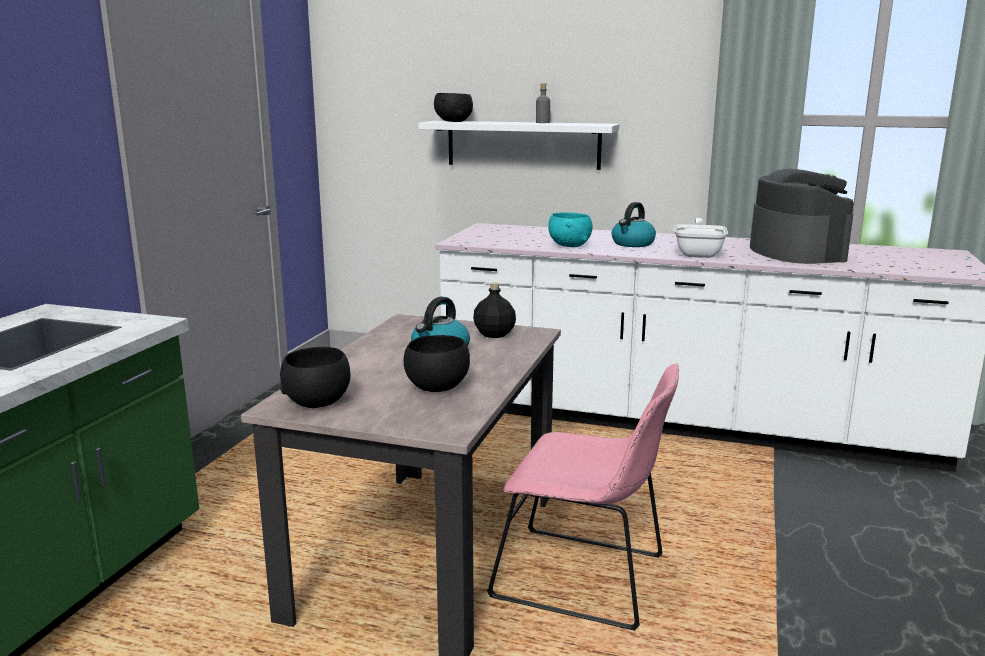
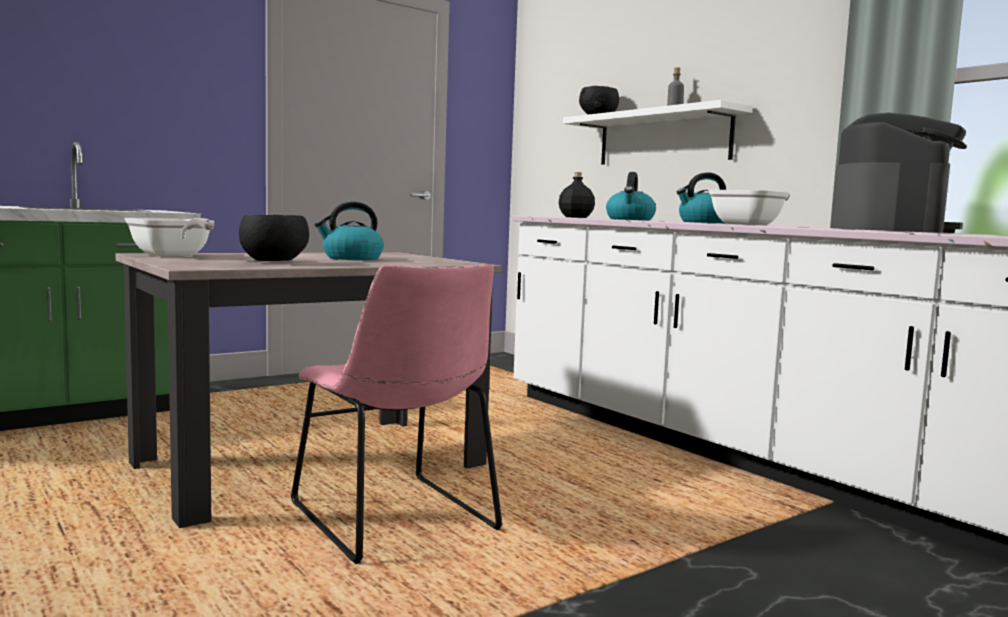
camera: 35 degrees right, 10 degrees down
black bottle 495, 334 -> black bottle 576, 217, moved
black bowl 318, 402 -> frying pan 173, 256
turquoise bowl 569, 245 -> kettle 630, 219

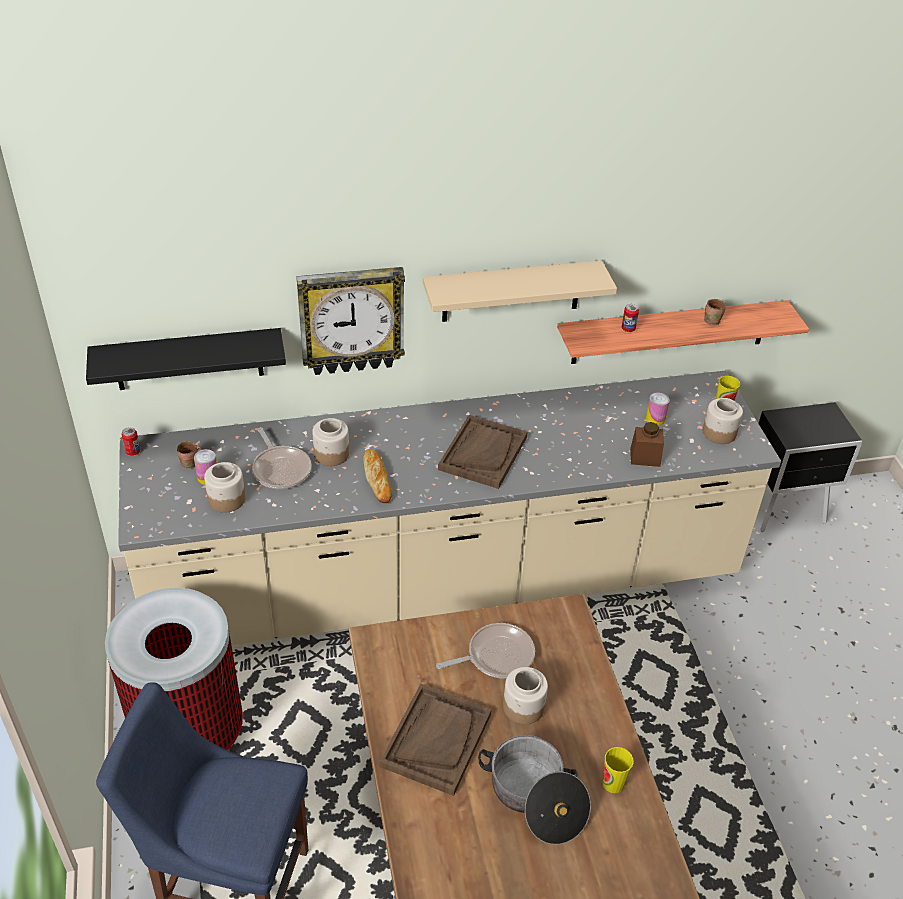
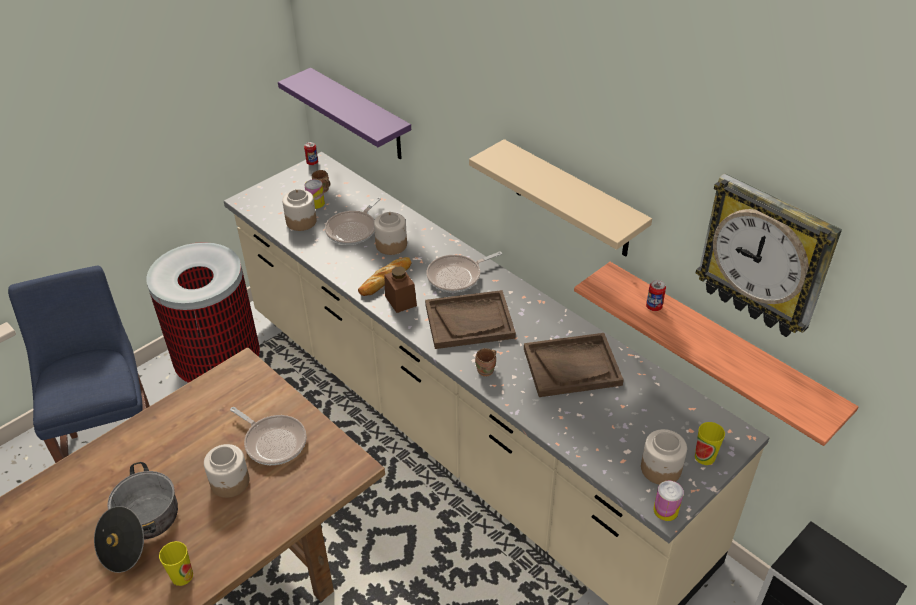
camera: 60 degrees right, 0 degrees up
none -> frying pan 457, 276
wall clock 351, 320 -> wall clock 765, 257, moved
brown tray 436, 740 -> brown tray 572, 366, moved
brown jar 645, 457 -> brown jar 400, 301, moved
can 655, 419 -> can 665, 510, moved
brown mug 712, 321 -> brown mug 487, 370, moved
black shelf 189, 359 -> purple shelf 360, 115

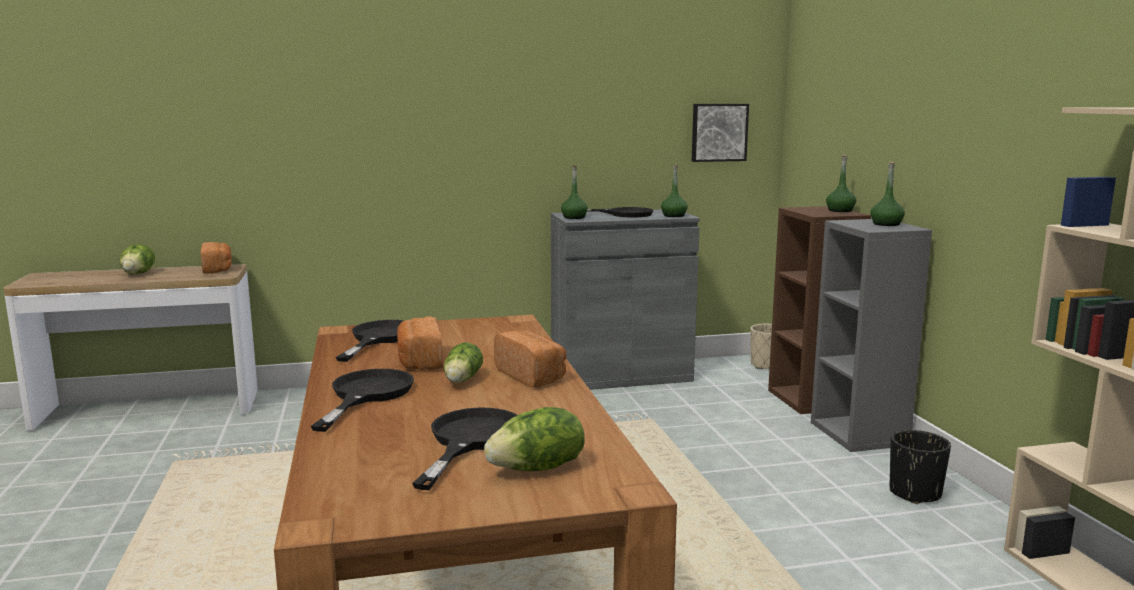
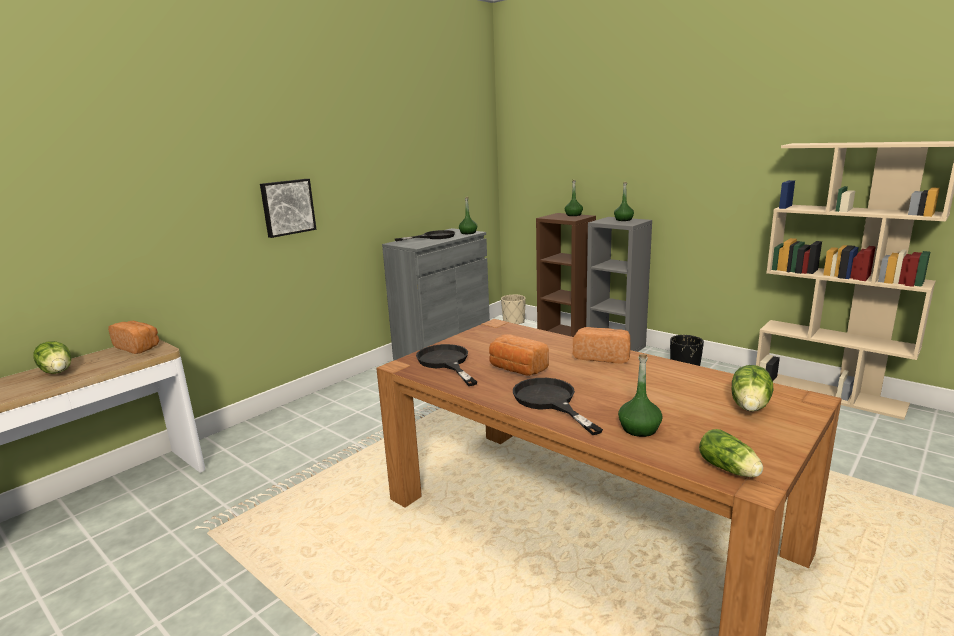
camera: 35 degrees left, 5 degrees up
black frying pan 470, 441 -> none
lettuce 461, 380 -> lettuce 730, 470, moved
green bottle 574, 217 -> green bottle 639, 429, moved
picture 718, 132 -> picture 287, 207, moved

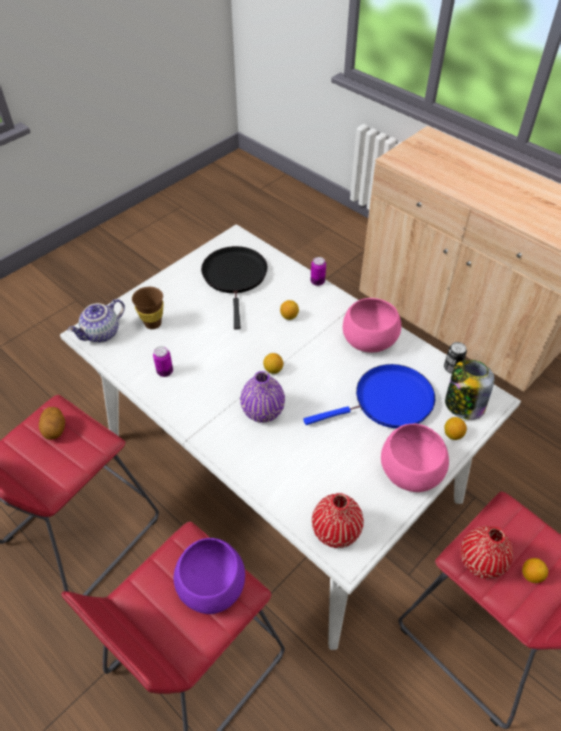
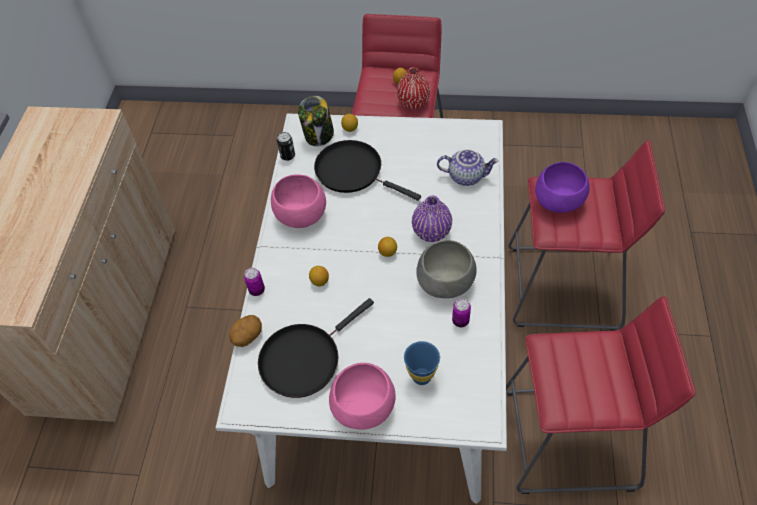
camera: 125 degrees left, 5 degrees up
red vase 336, 531 -> none
none -> grey bowl 445, 281
potato 55, 430 -> potato 247, 336, moved
teapot 102, 334 -> teapot 466, 176, moved
pink bowl 411, 472 -> pink bowl 363, 405, moved
brown cup 153, 323 -> blue cup 421, 376
blue frying pan 388, 402 -> black frying pan 353, 171

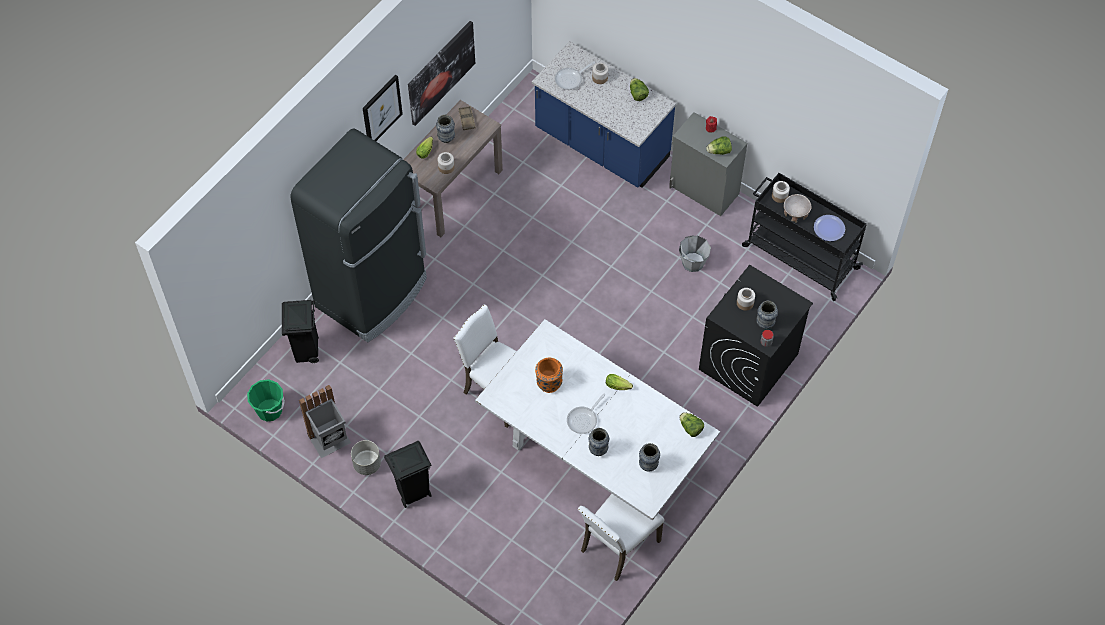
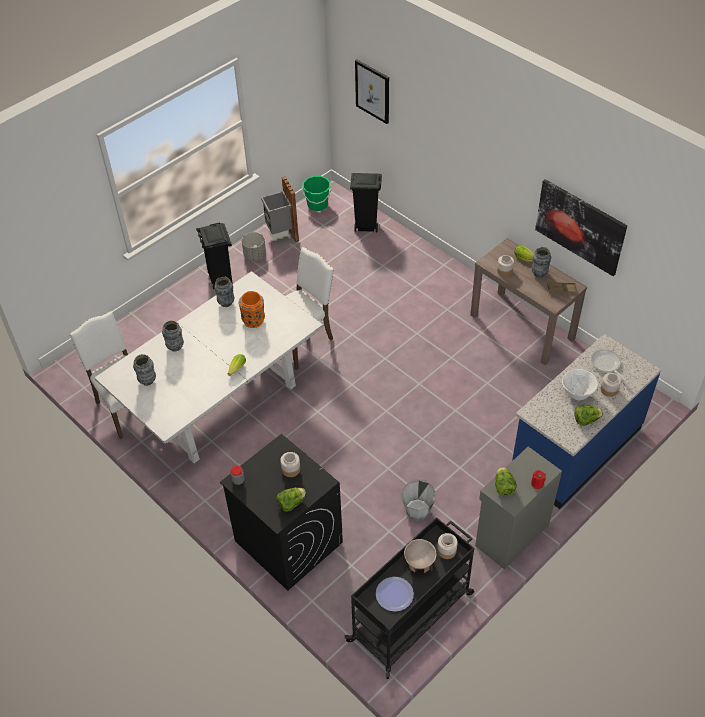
camera: 100 degrees right, 10 degrees down
black fridge 372, 293 -> none
frying pan 584, 419 -> none
none -> white bowl 577, 394
picture 381, 110 -> picture 373, 91, moved
lettuce 690, 428 -> lettuce 291, 503, moved
vase 765, 324 -> vase 226, 303, moved

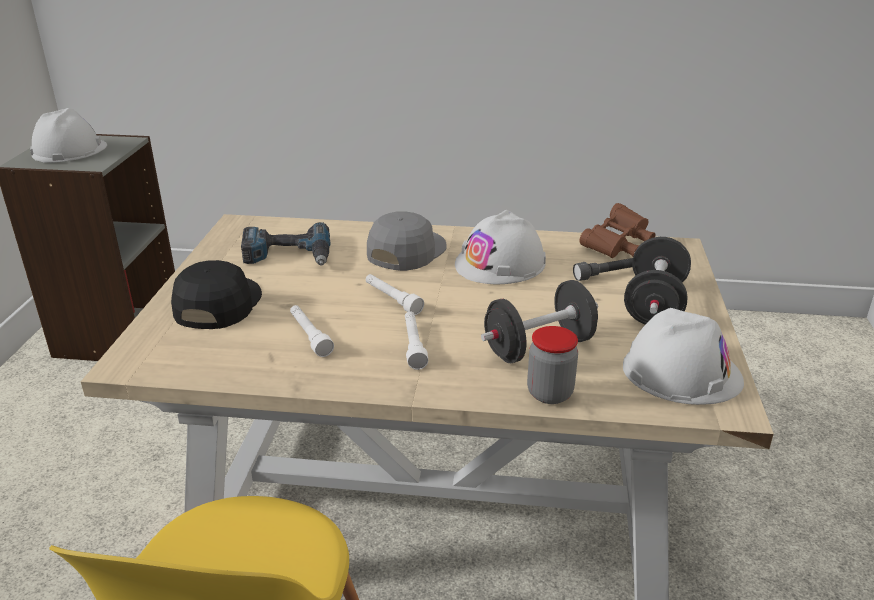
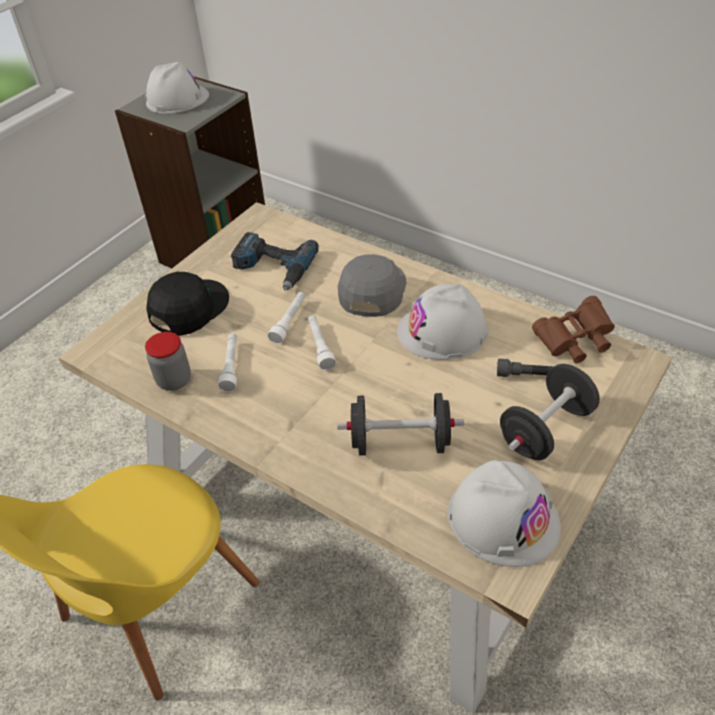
camera: 30 degrees right, 15 degrees up
white flashlight 413, 346 -> white flashlight 289, 322, moved
jar 549, 393 -> jar 174, 380, moved
grey cap 406, 251 -> grey cap 372, 290, 45 degrees counterclockwise

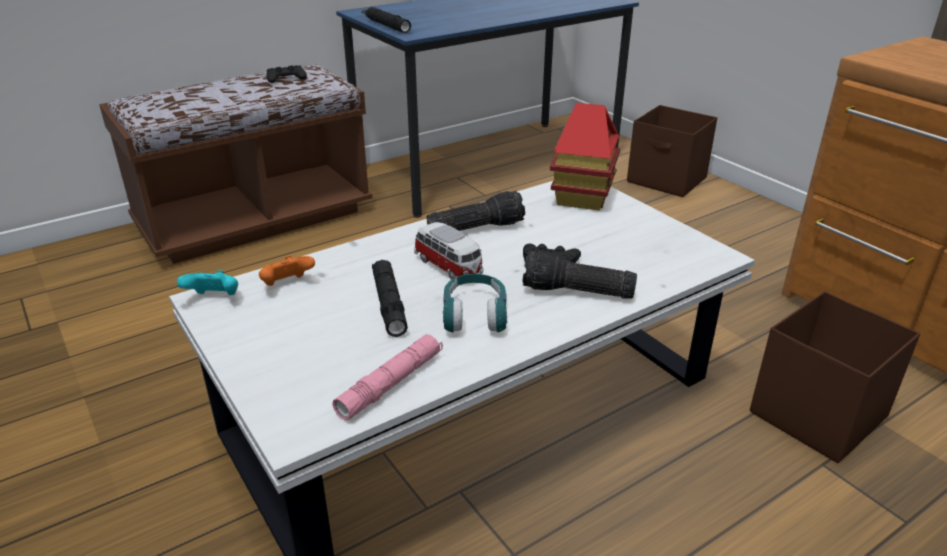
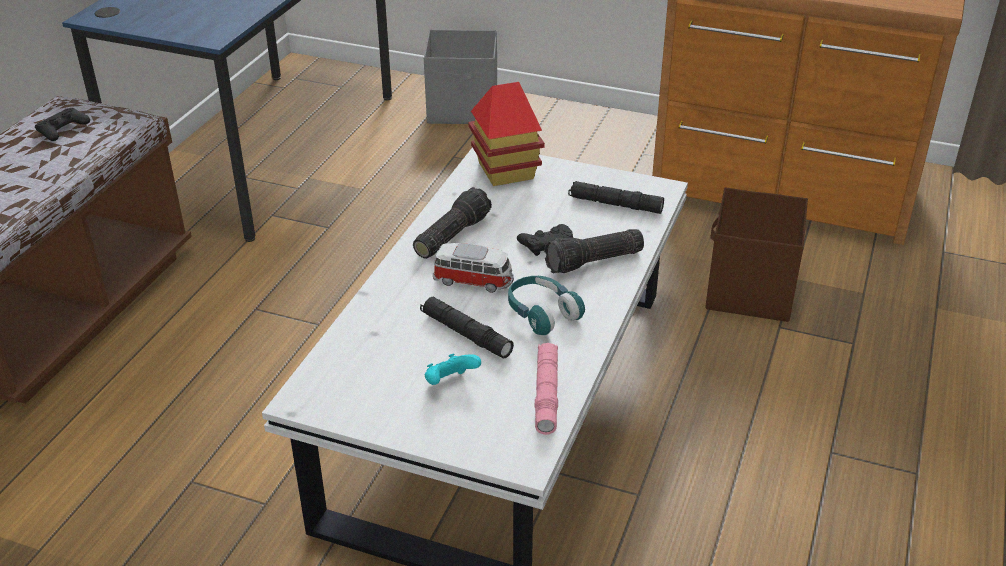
camera: 35 degrees left, 5 degrees up
orange game controller 287, 285 -> none
turquoise game controller 214, 298 -> turquoise game controller 450, 383, moved
black flashlight 388, 26 -> black flashlight 615, 204, moved
brown storage box 667, 180 -> grey storage box 464, 109

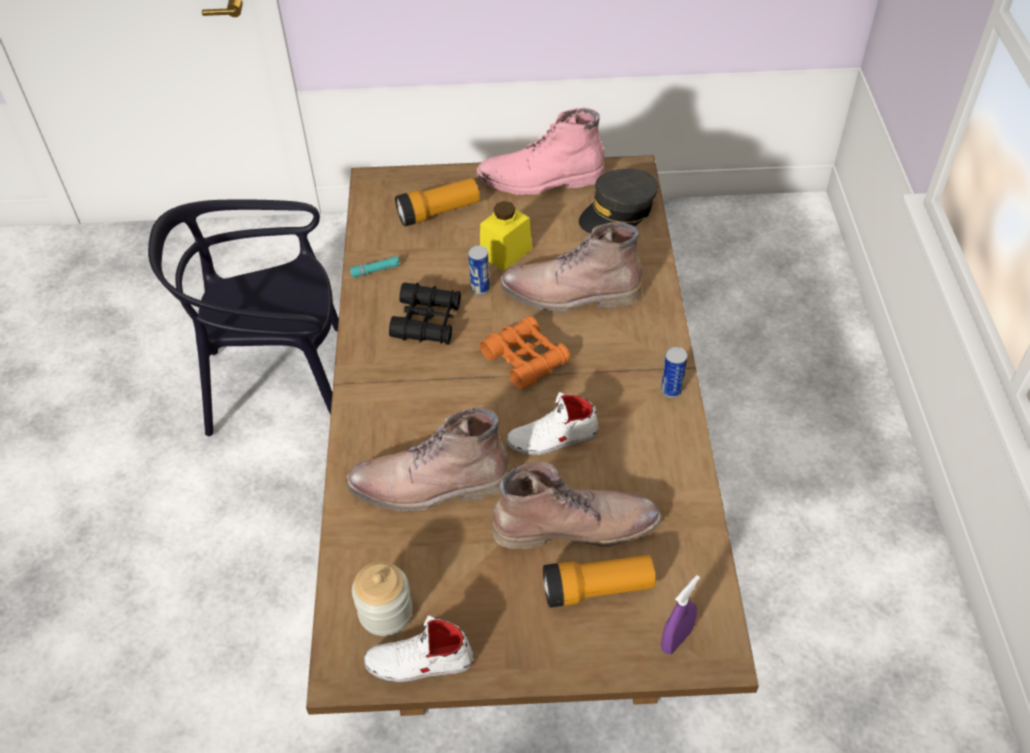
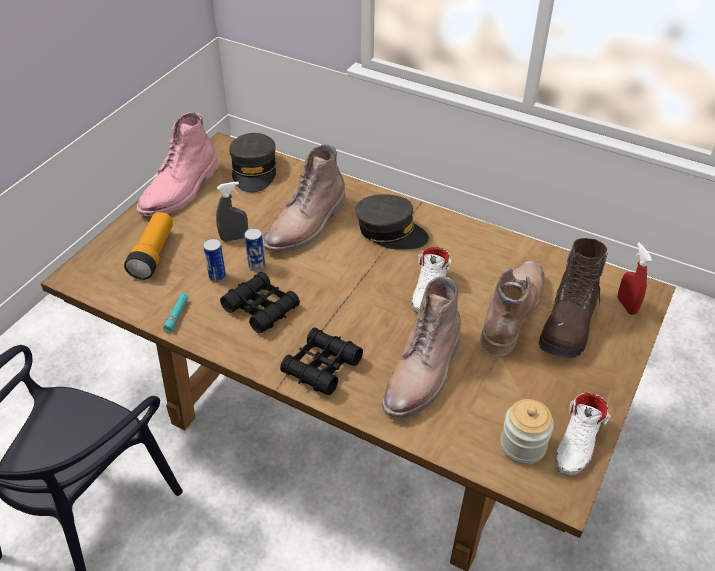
camera: 60 degrees left, 5 degrees down
orange binoculars 525, 359 -> none
none -> black binoculars 321, 367
none -> grey cap 390, 231
can 671, 390 -> can 217, 277, moved
yellow jar 506, 252 -> grey spray bottle 234, 238
flashlight 597, 589 -> brown boot 568, 324
purple spray bottle 676, 640 -> red spray bottle 626, 305

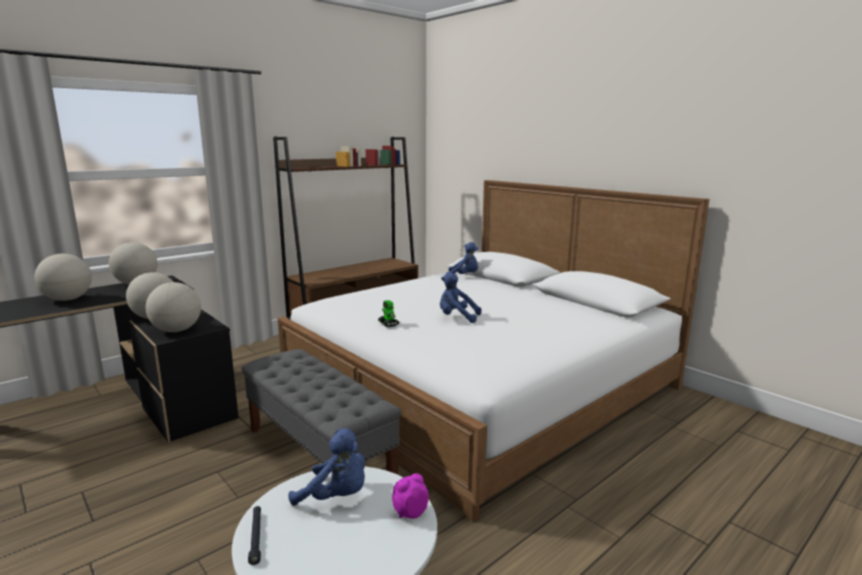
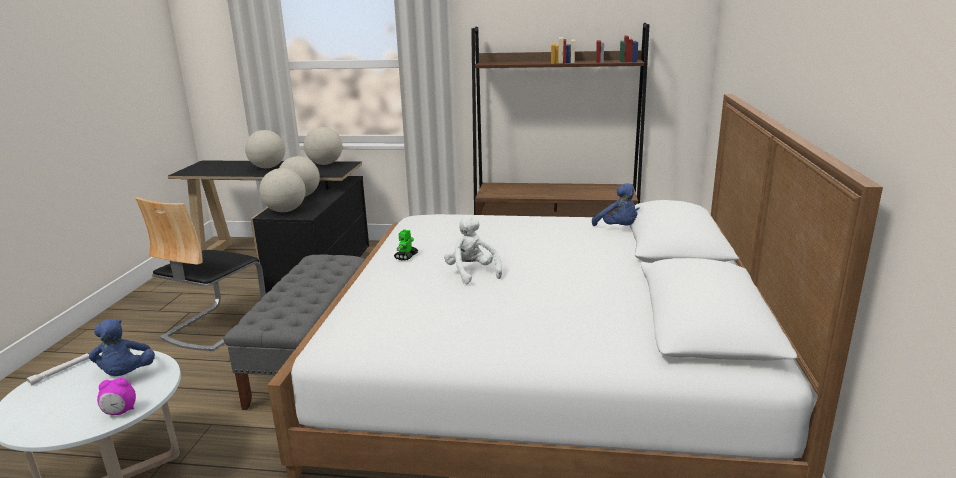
camera: 50 degrees right, 5 degrees up
none -> chair 215, 326
black flashlight 256, 537 -> white flashlight 61, 371
blue plush toy 456, 318 -> white plush toy 472, 273
alarm clock 410, 512 -> alarm clock 120, 412, 150 degrees clockwise

